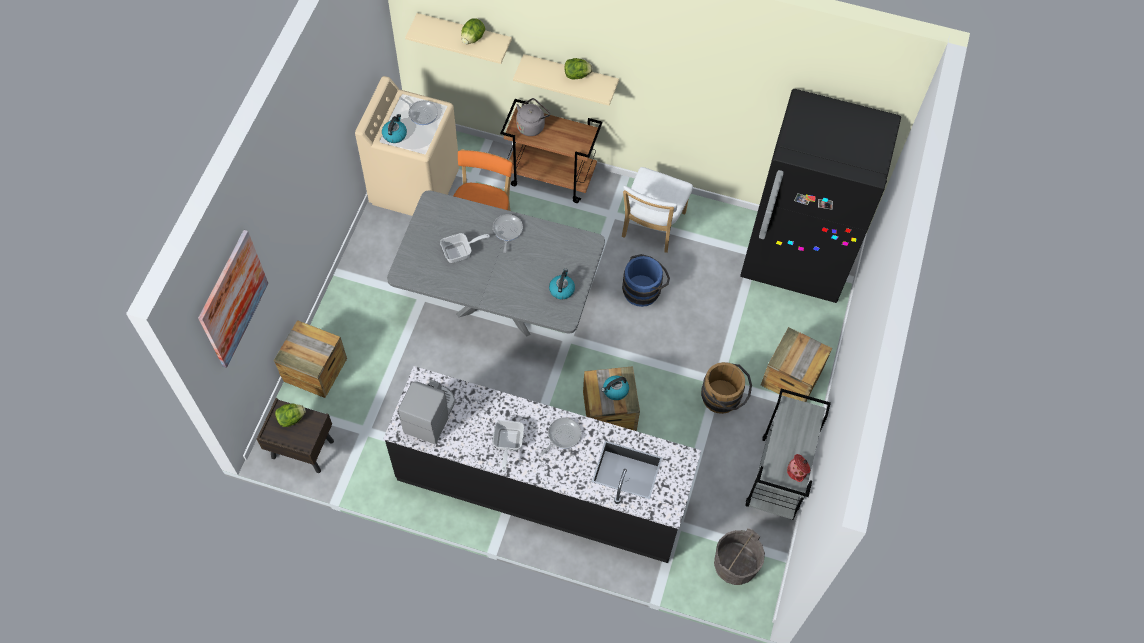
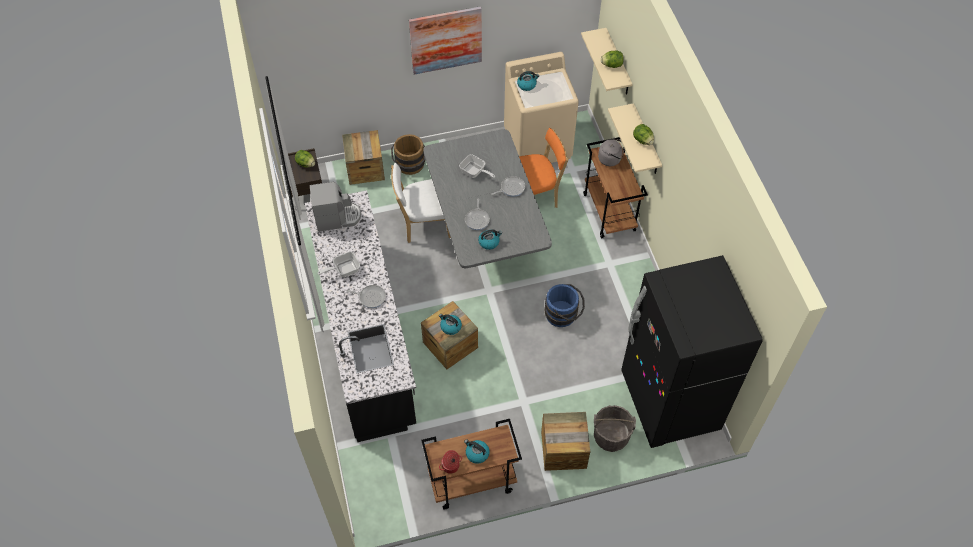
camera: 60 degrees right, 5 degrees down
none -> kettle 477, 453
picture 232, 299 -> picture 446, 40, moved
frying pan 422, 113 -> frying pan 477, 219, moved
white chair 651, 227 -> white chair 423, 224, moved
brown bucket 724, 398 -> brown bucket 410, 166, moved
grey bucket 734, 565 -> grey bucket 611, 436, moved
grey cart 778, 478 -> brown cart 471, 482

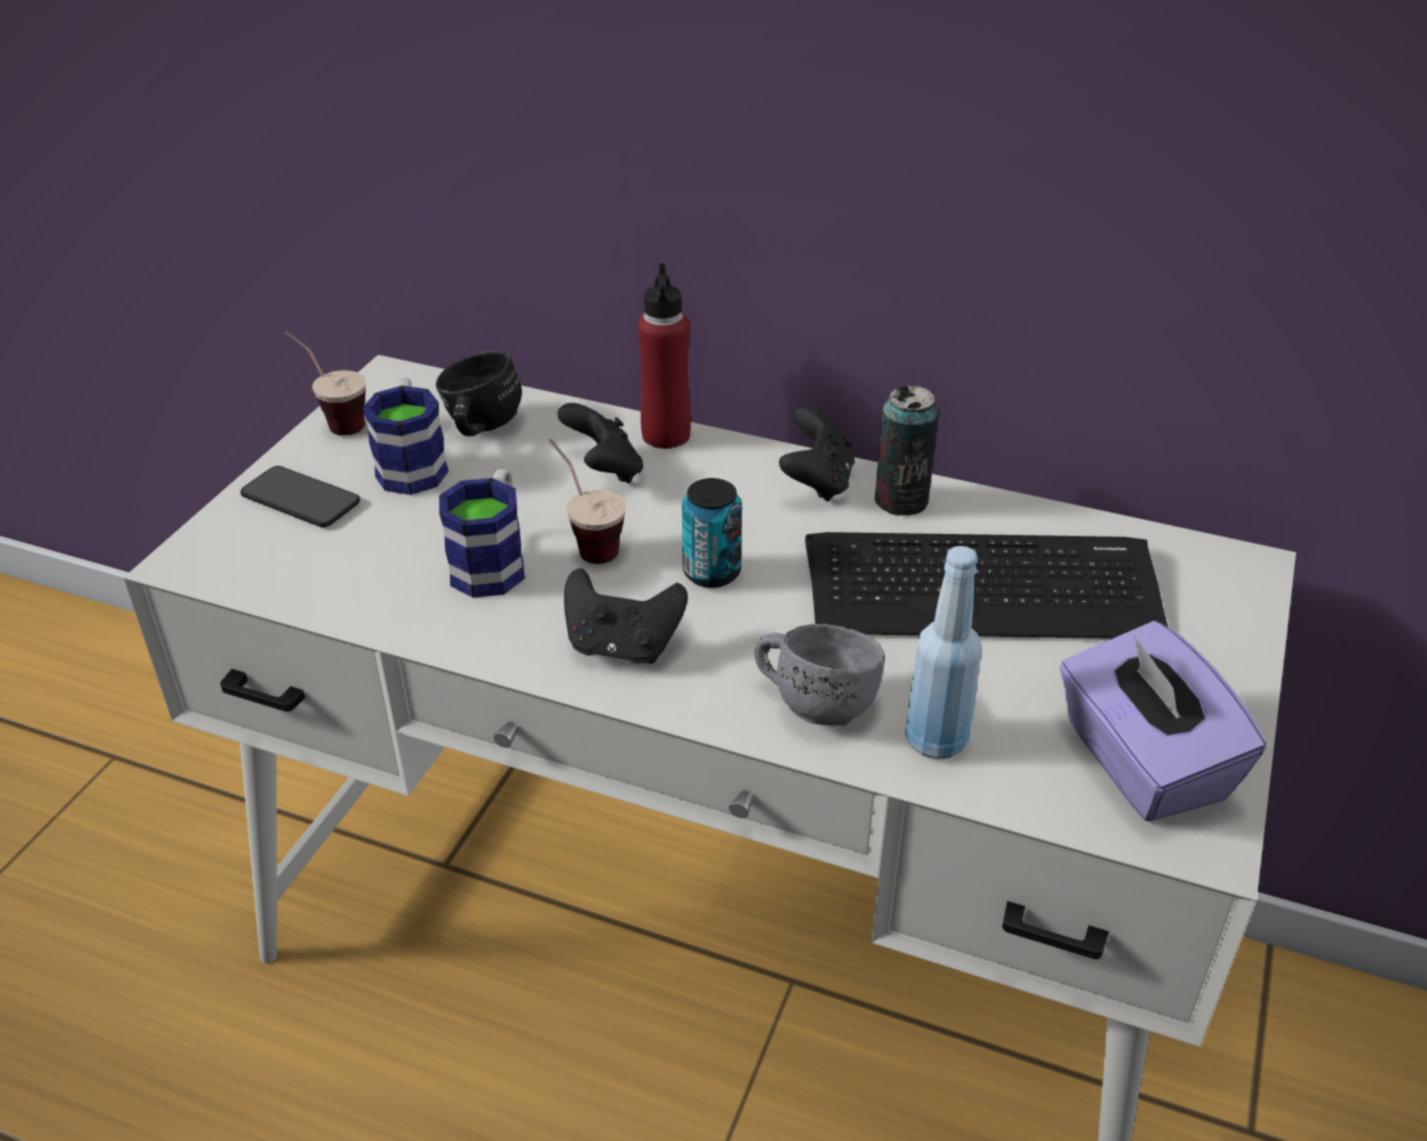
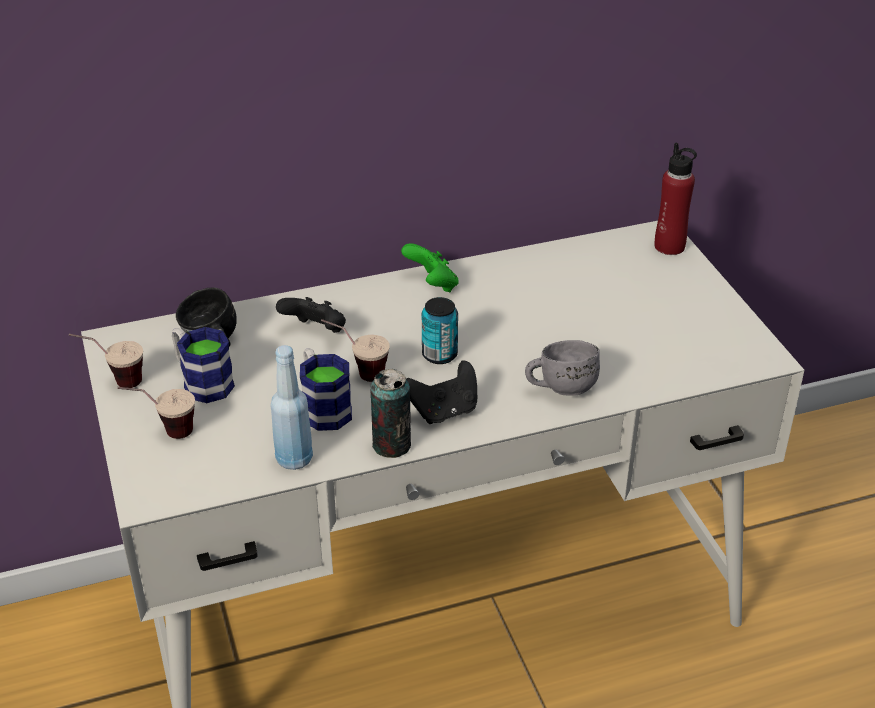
camera: 40 degrees left, 0 degrees up
keyboard 982, 588 -> none
purple tissue box 1141, 762 -> none
red bottle 666, 435 -> red bottle 669, 246, moved
can 901, 500 -> can 391, 445, moved
blue bottle 935, 740 -> blue bottle 294, 459, moved
phone 300, 499 -> cup 163, 432
black game controller 817, 482 -> green game controller 432, 285

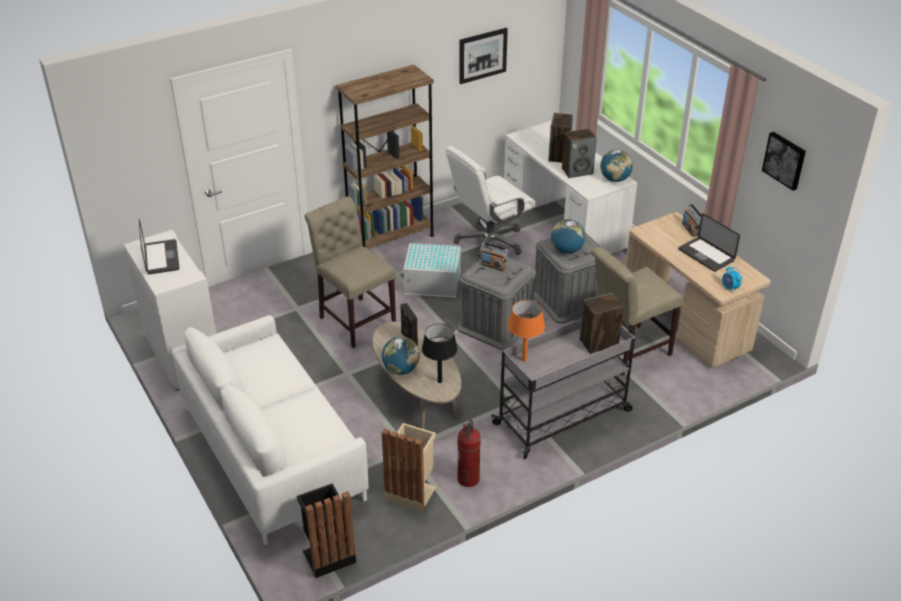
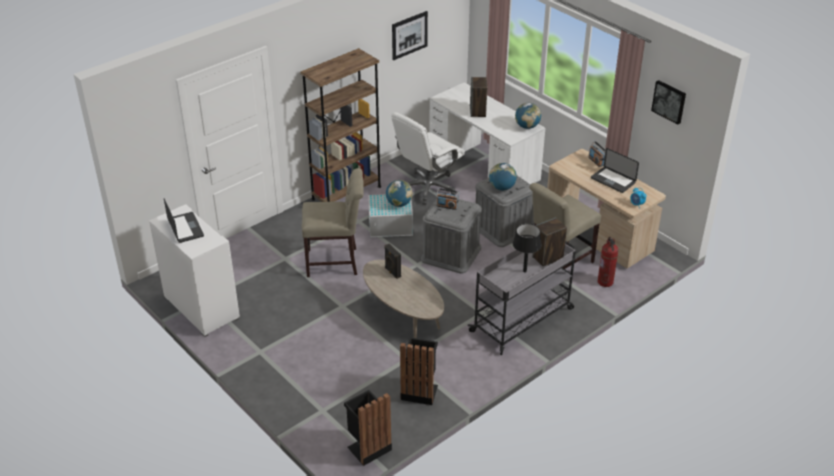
camera: 10 degrees left, 0 degrees up
white sofa 272, 452 -> none
orange table lamp 524, 360 -> none
speaker 577, 171 -> none
globe 401, 369 -> globe 399, 204, moved
black table lamp 439, 381 -> black table lamp 524, 271, moved
fire extinguisher 468, 479 -> fire extinguisher 605, 282, moved
beige trash can 411, 491 -> black trash can 419, 391
beige chair 355, 319 -> beige chair 336, 262, 135 degrees clockwise

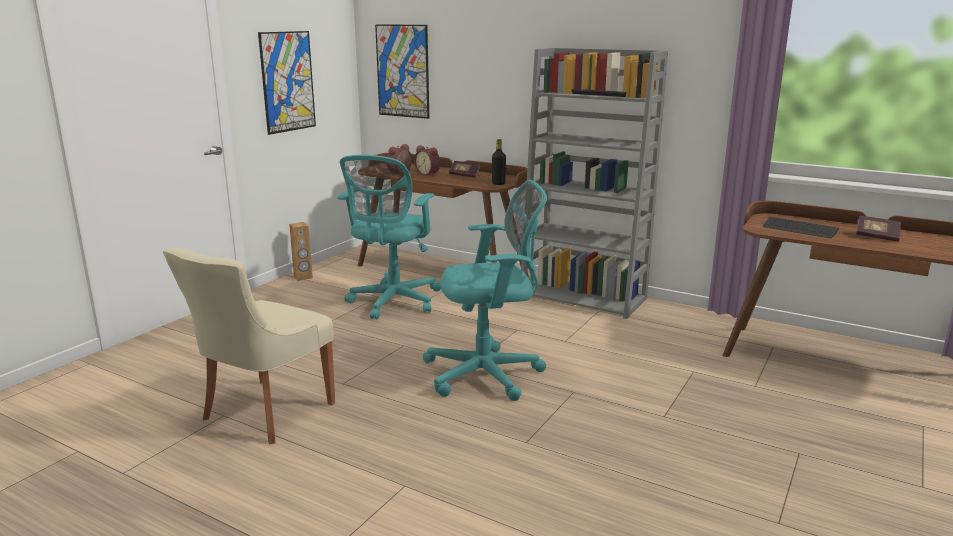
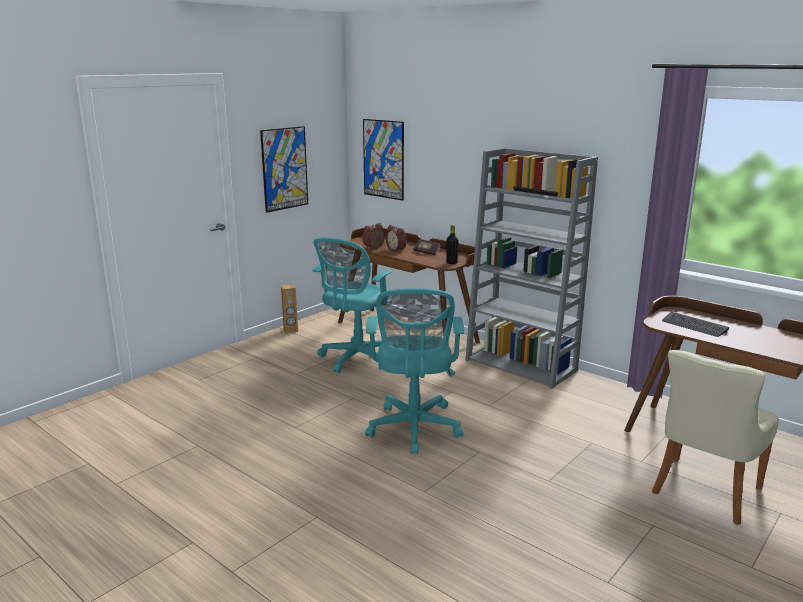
camera: 10 degrees right, 0 degrees up
book 876, 237 -> none
beige chair 264, 413 -> beige chair 704, 492, moved
turquoise office chair 488, 374 -> turquoise office chair 414, 429, 90 degrees clockwise

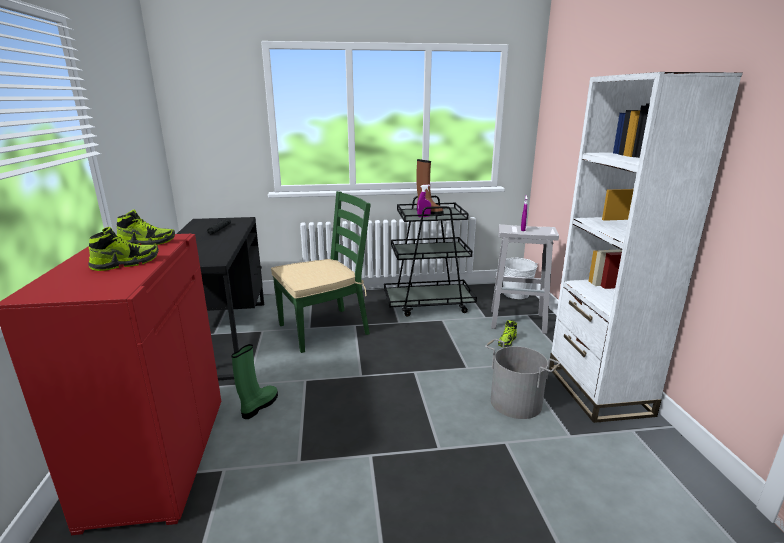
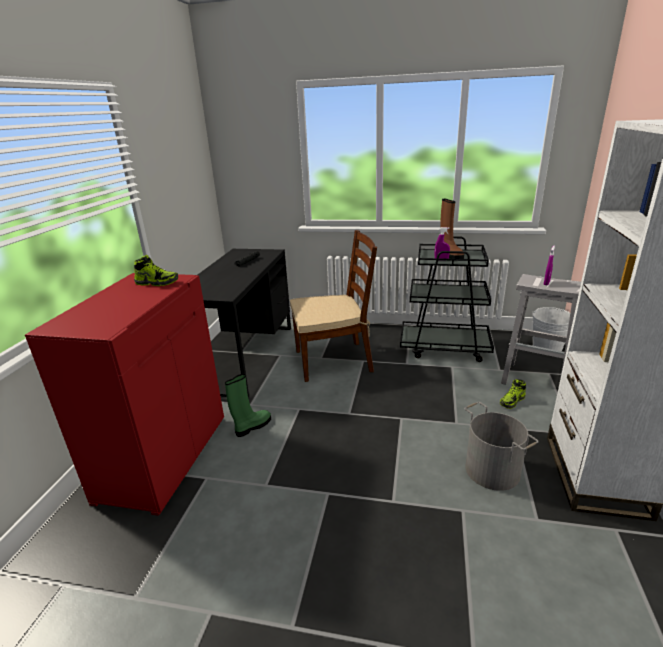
camera: 20 degrees right, 5 degrees up
shoe 126, 263 -> none
green chair 324, 329 -> brown chair 334, 361

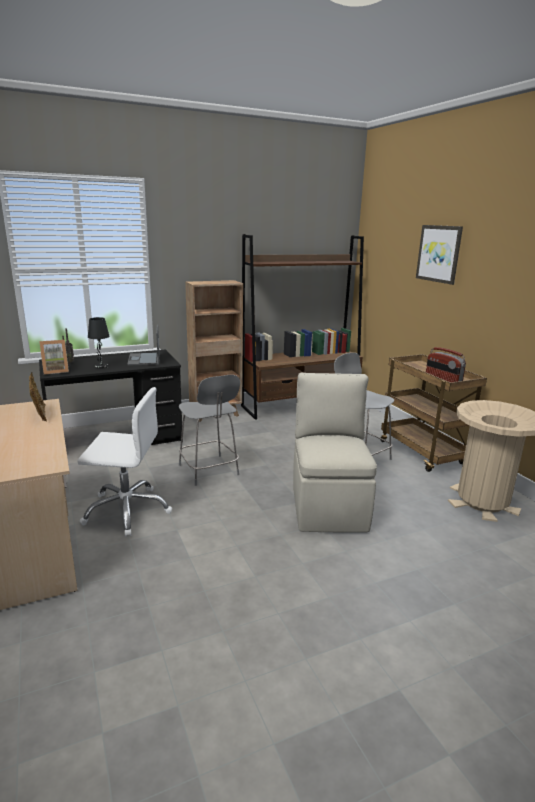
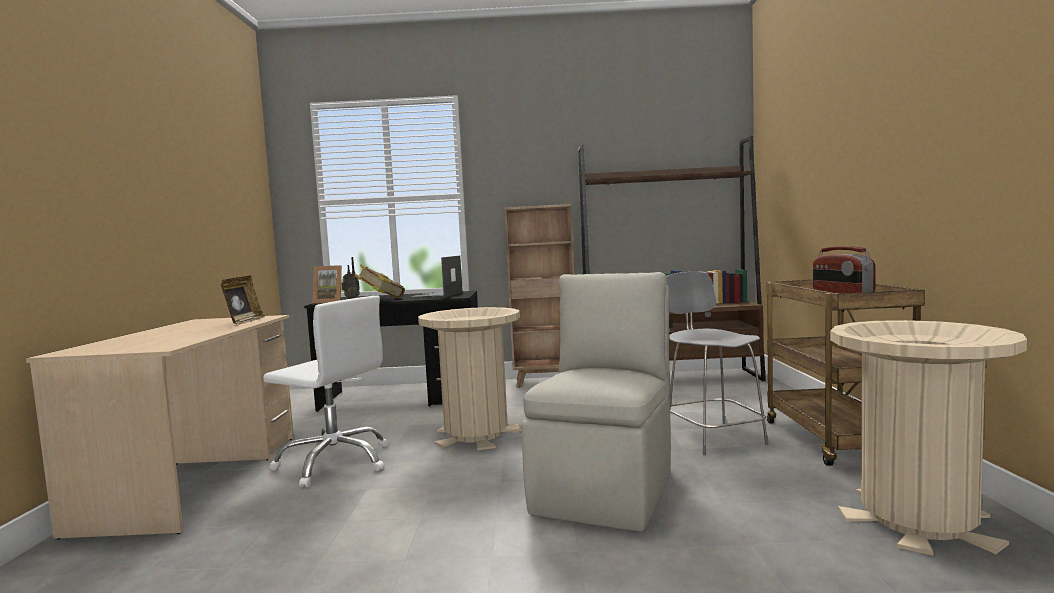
camera: 25 degrees right, 15 degrees down
picture 439, 253 -> none
black table lamp 101, 366 -> book 381, 299
grey chair 209, 471 -> beige trash can 476, 434

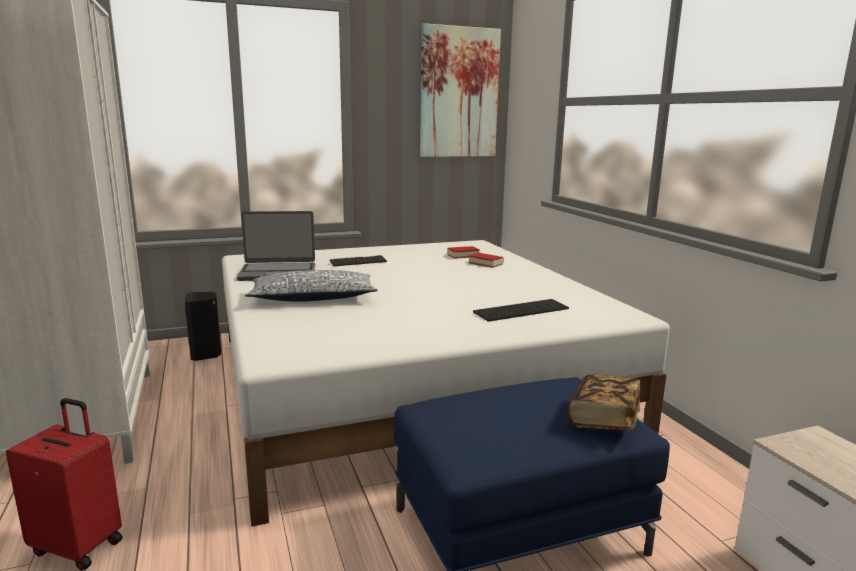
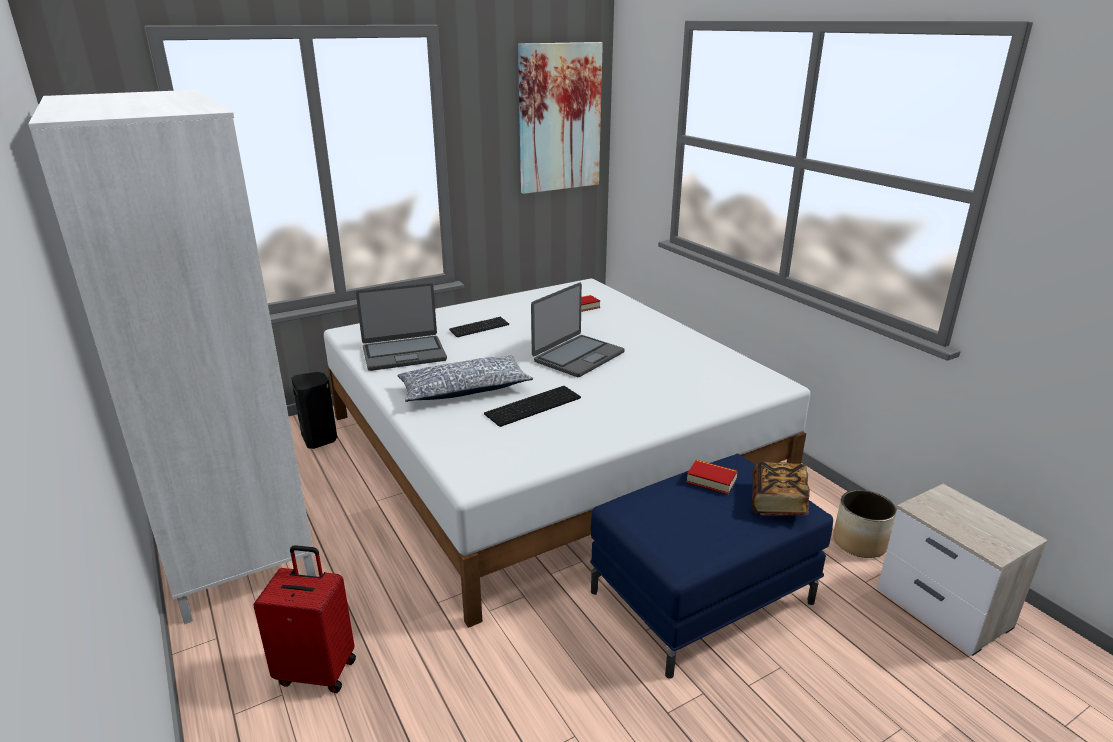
camera: 10 degrees left, 10 degrees up
none -> laptop 577, 356
none -> planter 859, 543
book 485, 263 -> book 711, 481, moved
keyboard 521, 310 -> keyboard 533, 405, moved

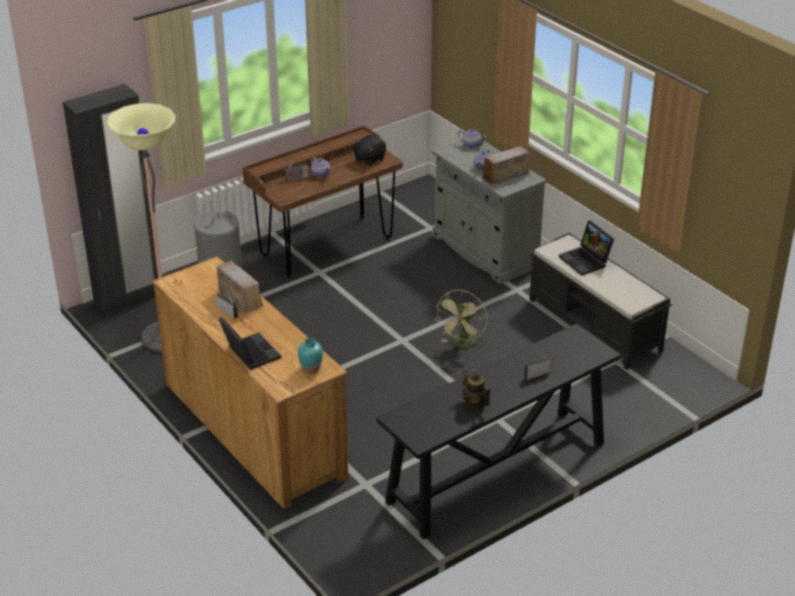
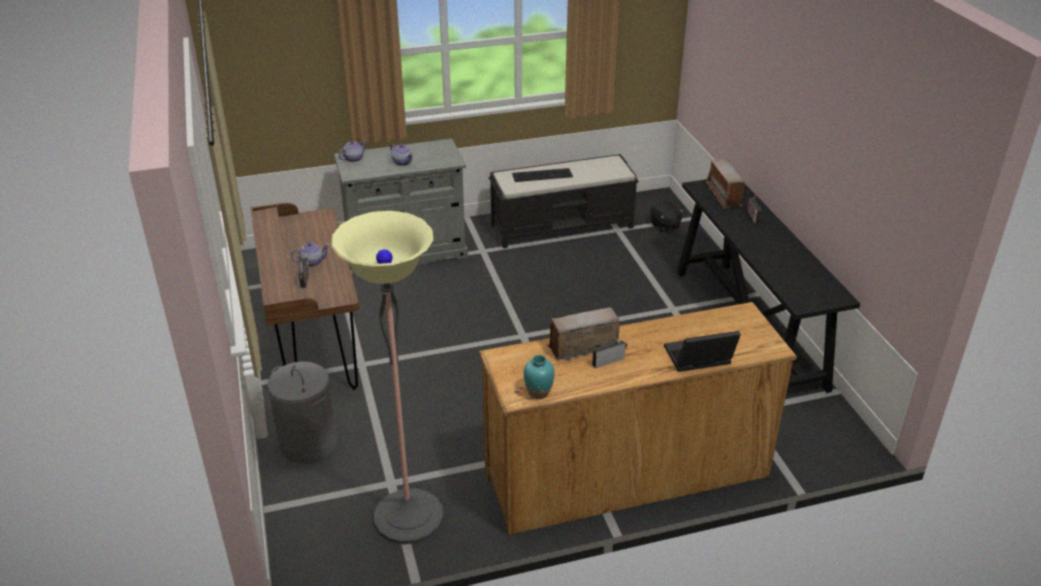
camera: 70 degrees left, 0 degrees up
black wardrobe 128, 298 -> none
green fan 462, 345 -> none
teapot 475, 404 -> none
turquoise vase 311, 369 -> turquoise vase 538, 393, moved
black plush toy 369, 159 -> black plush toy 665, 226, moved
radio 505, 176 -> radio 724, 195, moved
laptop 586, 261 -> keyboard 542, 174

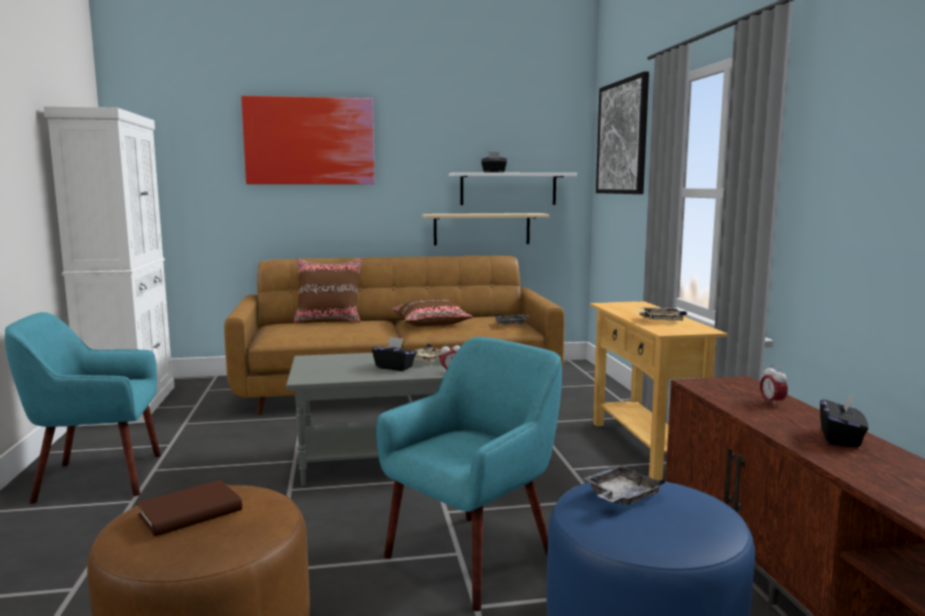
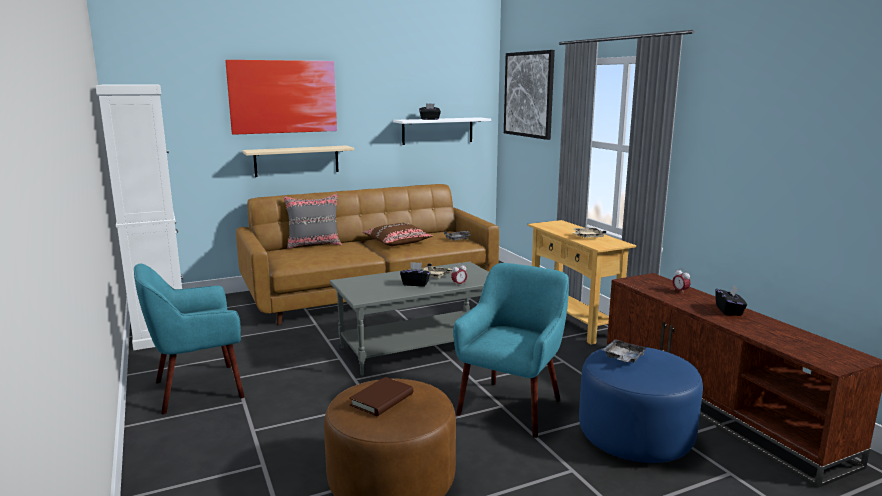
camera: 15 degrees left, 5 degrees up
beige shelf 482, 229 -> beige shelf 297, 161, moved
brown pillow 329, 320 -> grey pillow 314, 244

